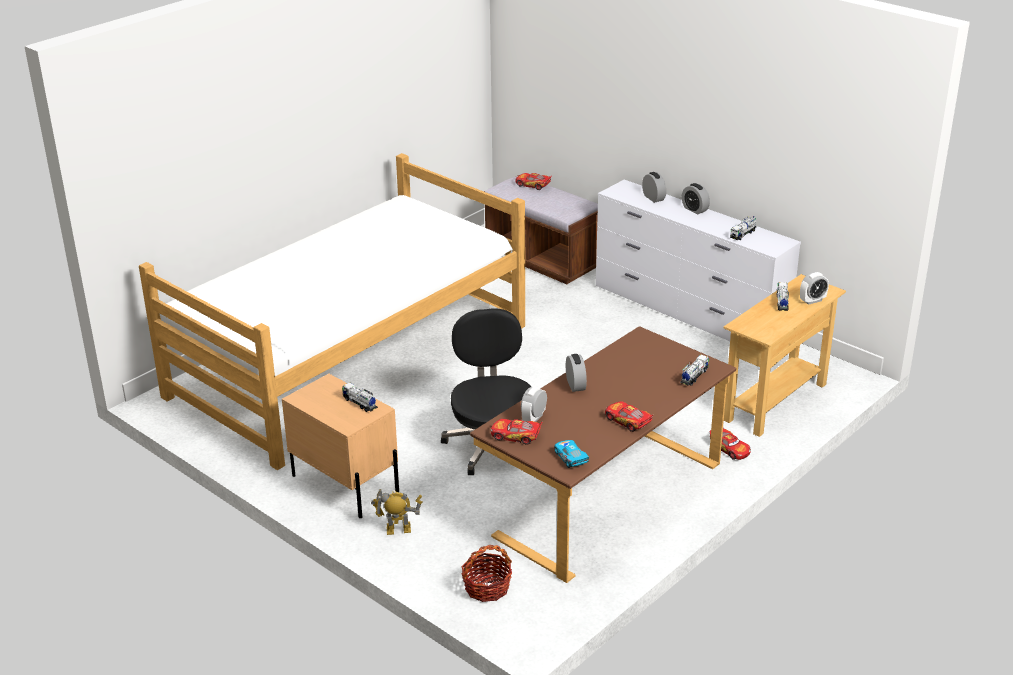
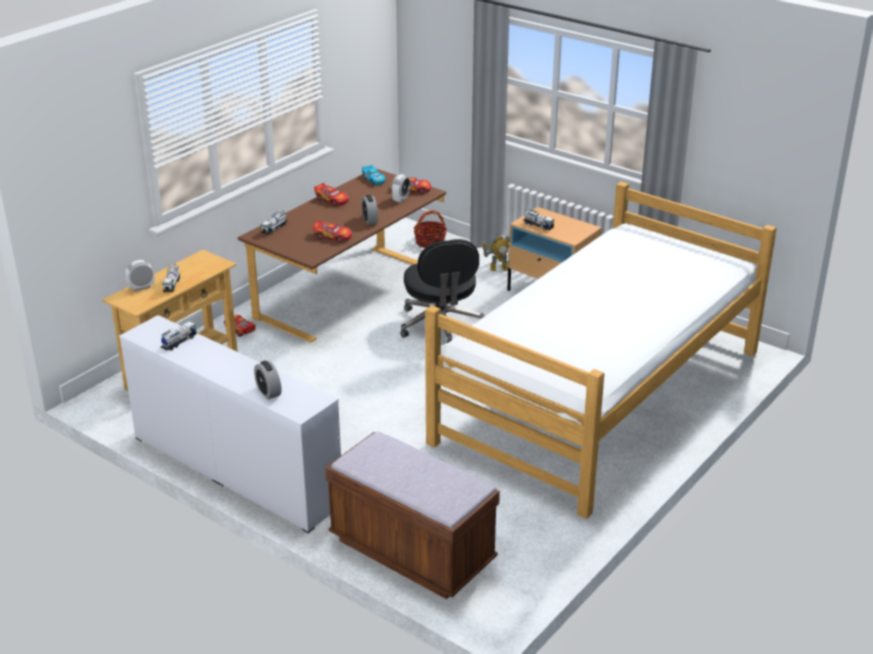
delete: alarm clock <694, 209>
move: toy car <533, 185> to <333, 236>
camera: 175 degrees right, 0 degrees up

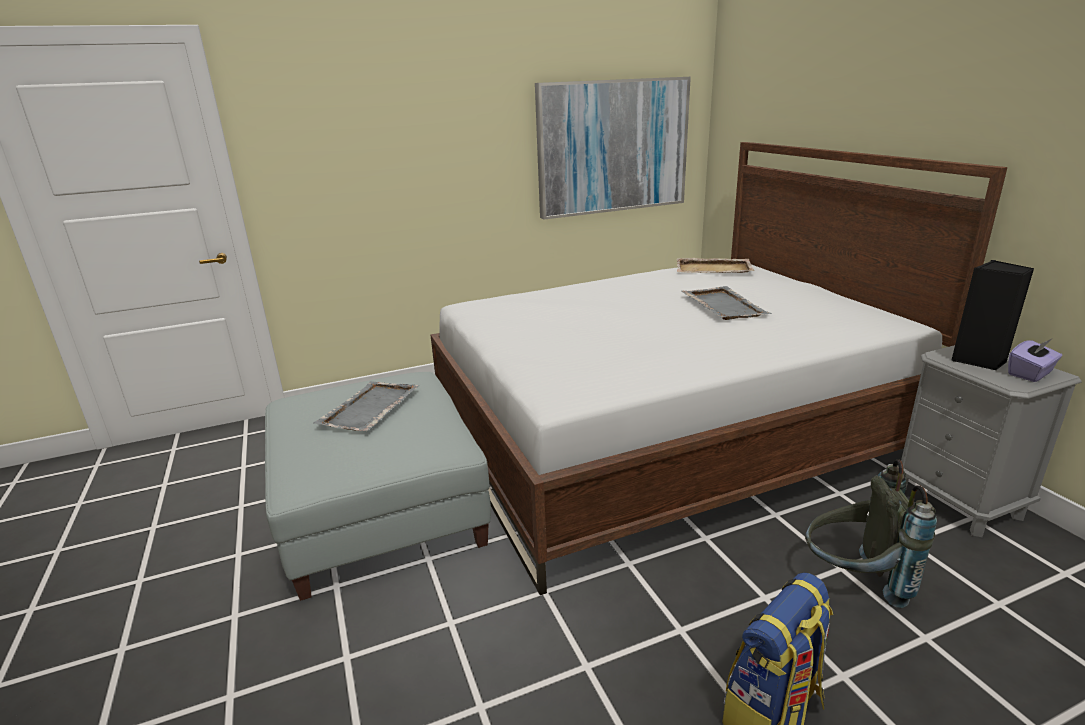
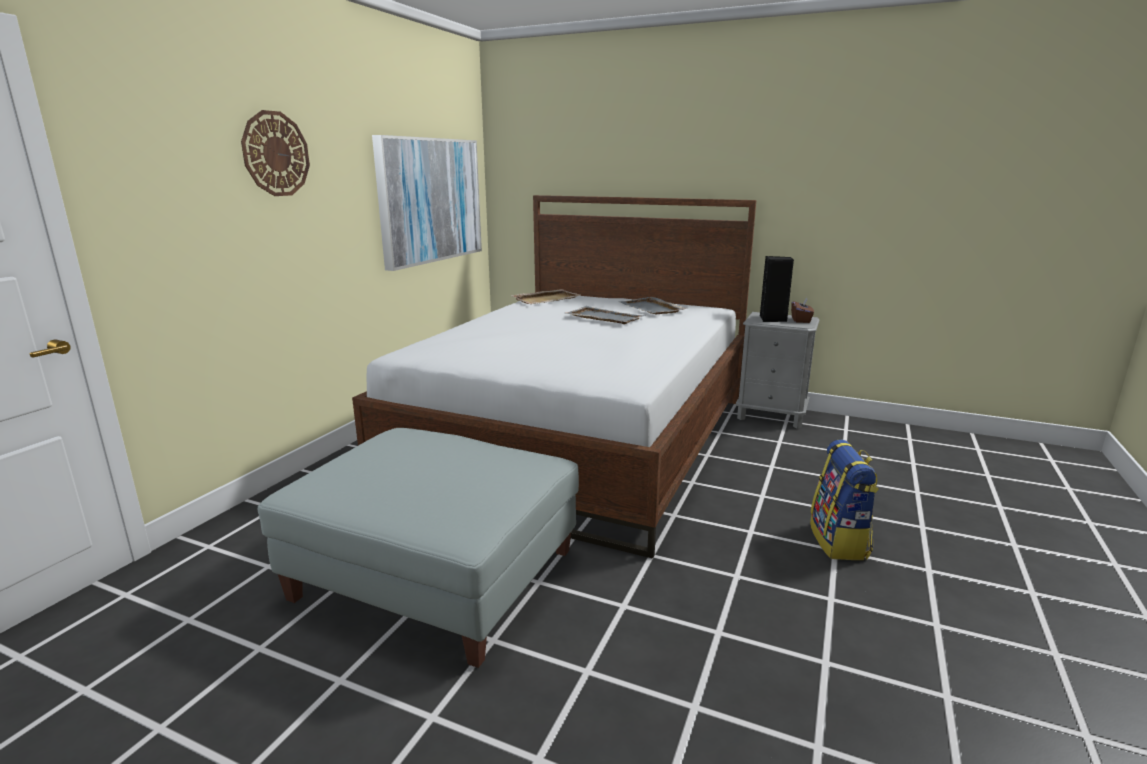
delete: grey backpack <853, 582>
insert: wall clock <276, 154>
move: grey tray <369, 409> to <652, 308>
recolor: purple tissue box <1030, 374> to brown tissue box <801, 320>
camera: 45 degrees left, 5 degrees down

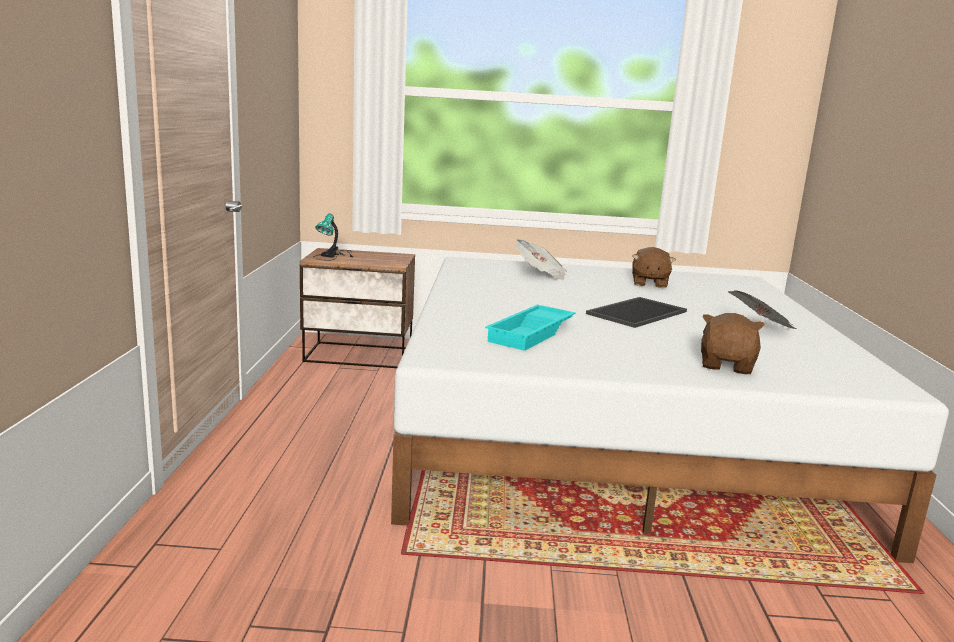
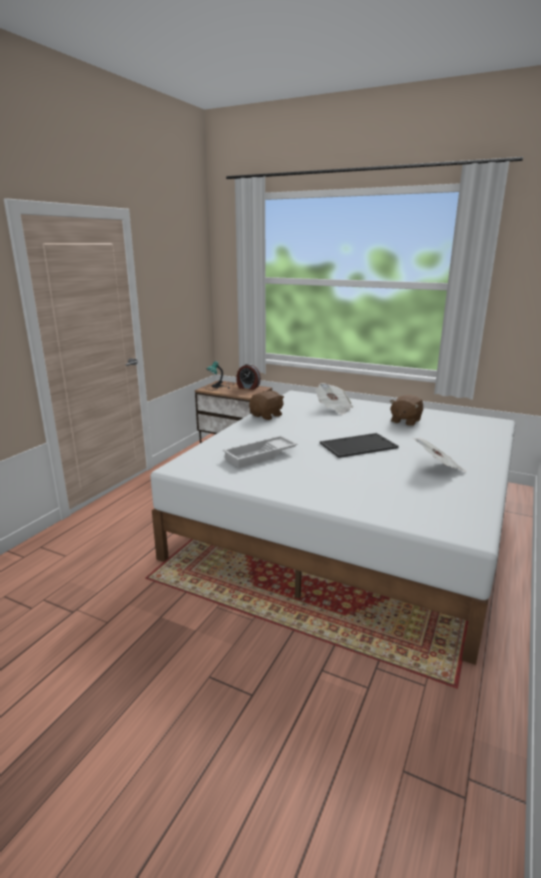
insert: alarm clock <248, 387>
move: brown plush toy <727, 365> to <267, 416>
recolor: turquoise tray <532, 334> to white tray <260, 456>
camera: 25 degrees right, 5 degrees up

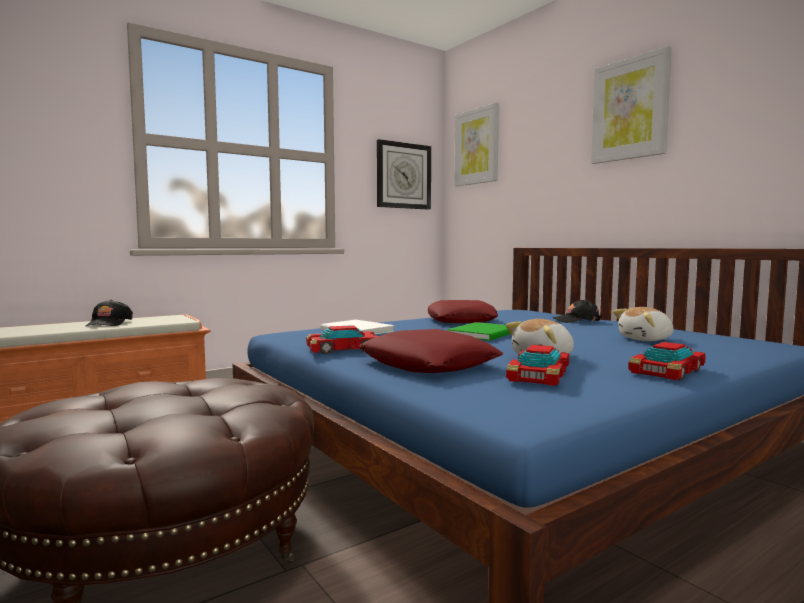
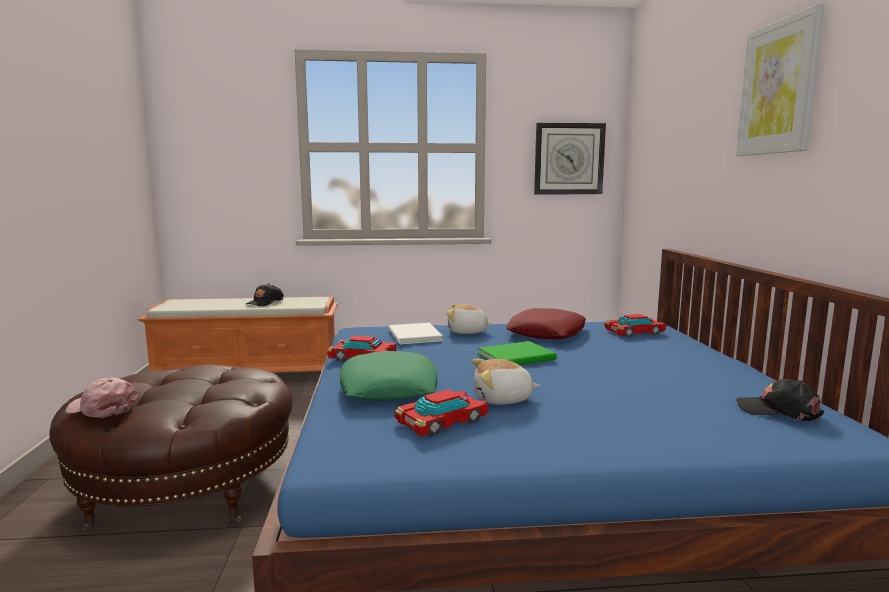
delete: picture <477, 146>
insert: pink cap <102, 408>
move: plush toy <646, 339> to <467, 332>; toy car <668, 371> to <635, 332>; black cap <577, 320> to <778, 411>
recolor: red pillow <428, 364> to green pillow <389, 387>
camera: 30 degrees right, 5 degrees up

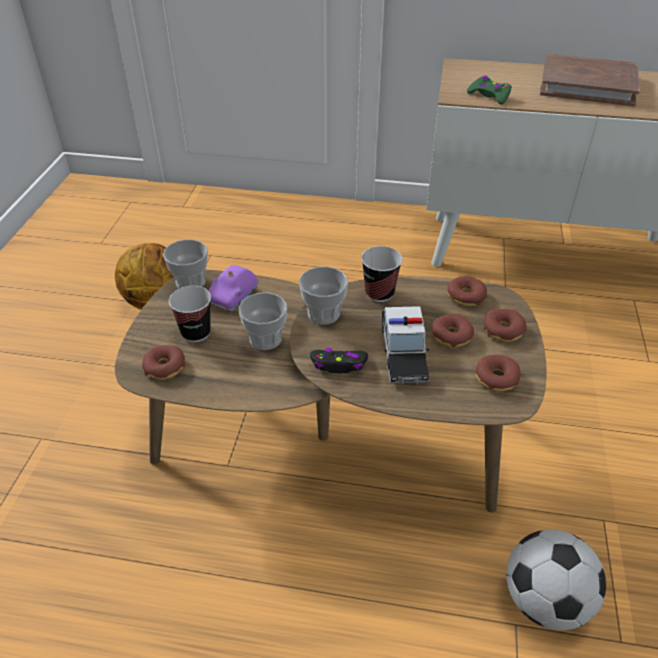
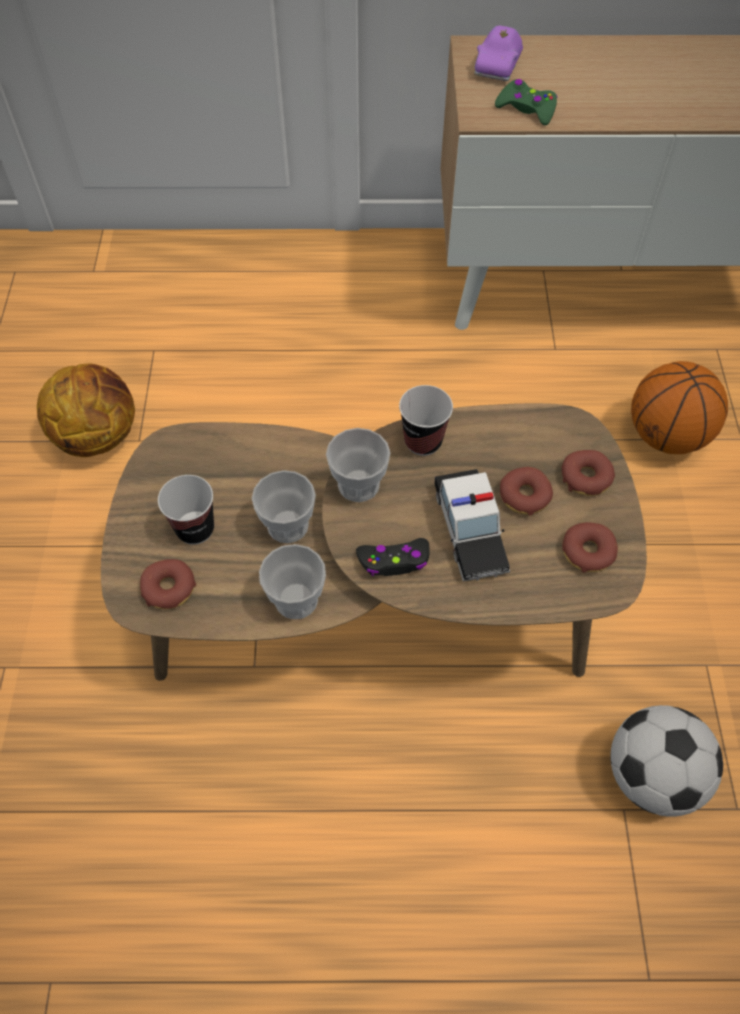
delete: donut <466, 296>; brown book <587, 85>
insert: basketball <666, 436>
move: cup <190, 282> to <296, 599>; purple toy car <234, 297> to <498, 67>
camera: 10 degrees left, 15 degrees up

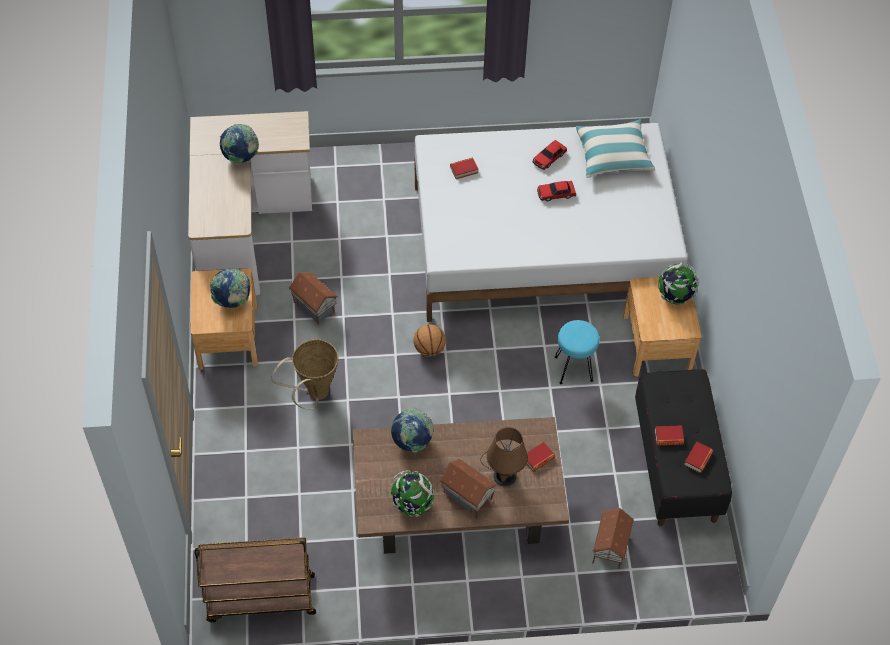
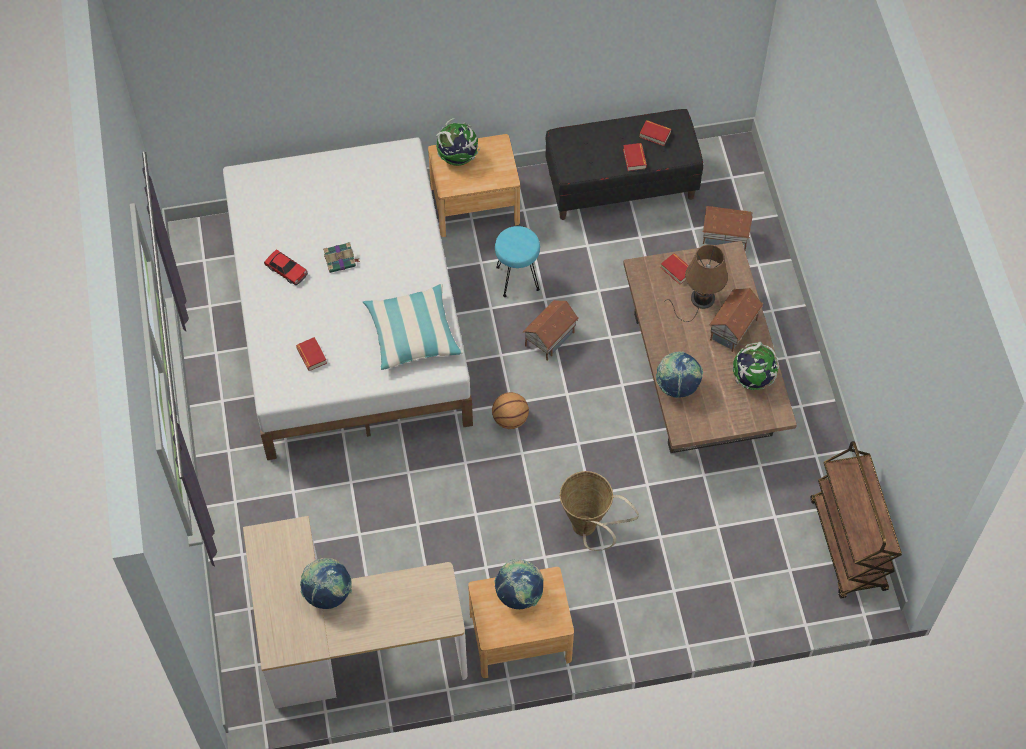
move: pillow <613, 155> to <413, 334>; toy house <315, 306> to <549, 339>
replace: toy car <556, 194> to book <341, 260>
camera: 95 degrees left, 5 degrees up

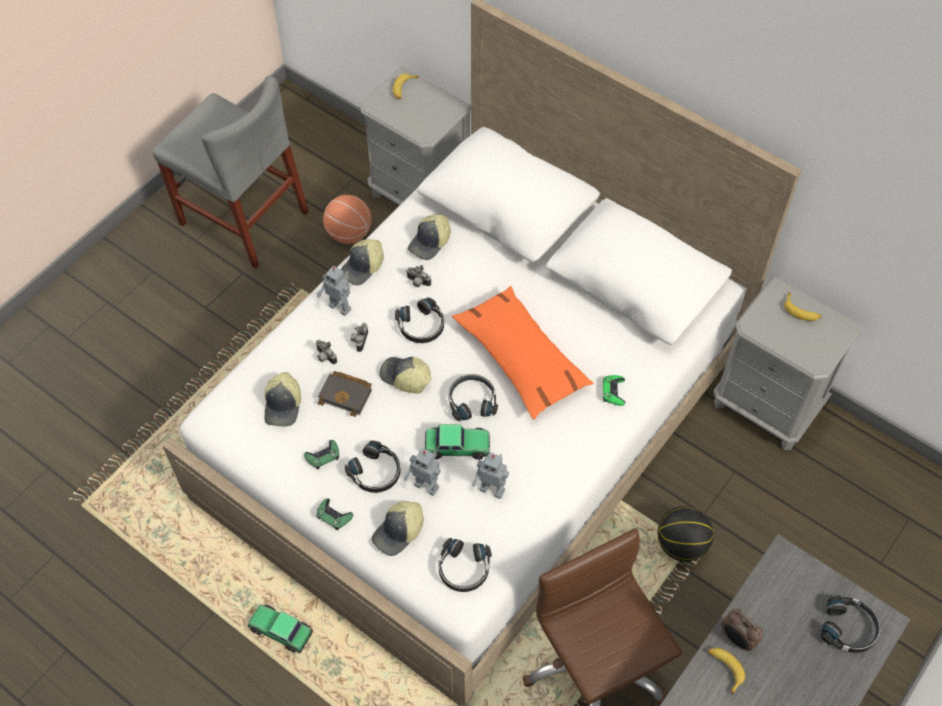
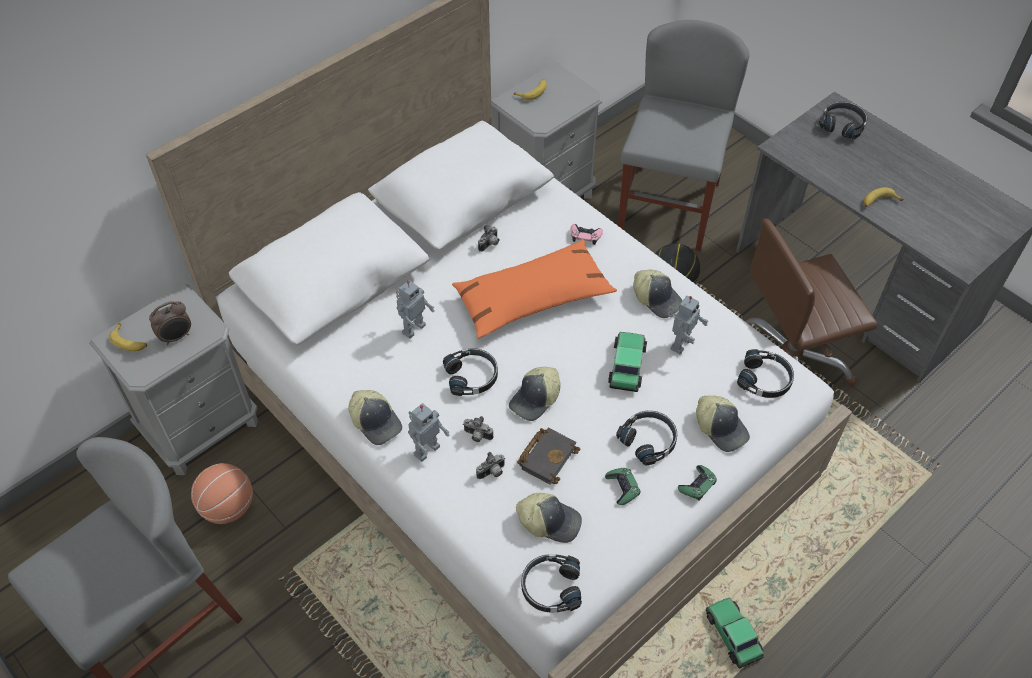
insert: grey chair <668, 208>
move: alarm clock <737, 639> to <177, 337>; toy robot <427, 485> to <413, 328>; photo camera <417, 282> to <490, 245>; black headphones <472, 400> to <550, 587>; cap <430, 242> to <657, 299>
recolor: green game controller <613, 392> to pink game controller <585, 236>
rotate: toy car <280, 630> = <733, 634> 120 degrees clockwise
camera: 80 degrees left, 5 degrees down

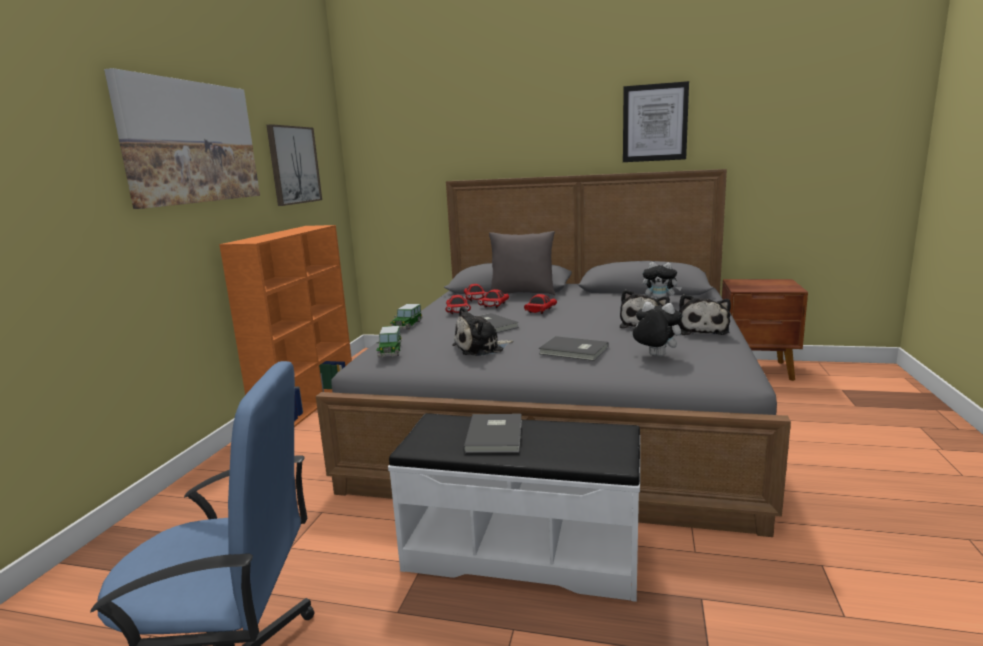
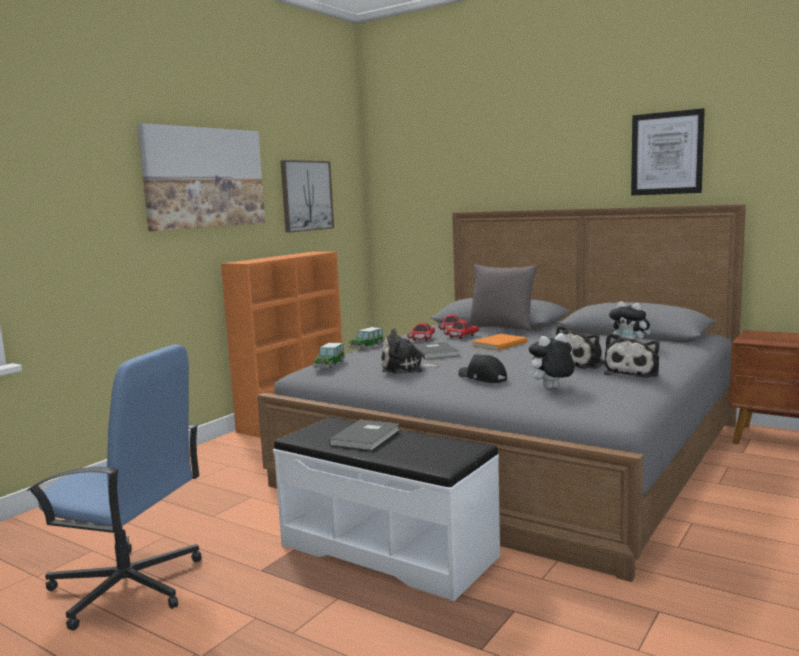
replace: grey book <574, 351> to black cap <482, 378>; red toy car <540, 311> to orange book <497, 344>
rotate: plush toy <654, 356> = <551, 389> 75 degrees counterclockwise
camera: 20 degrees right, 5 degrees down

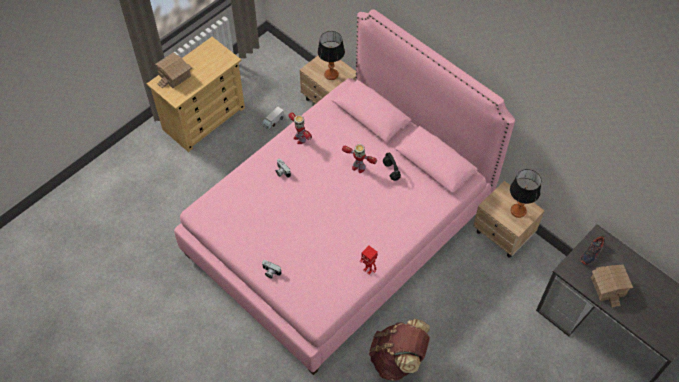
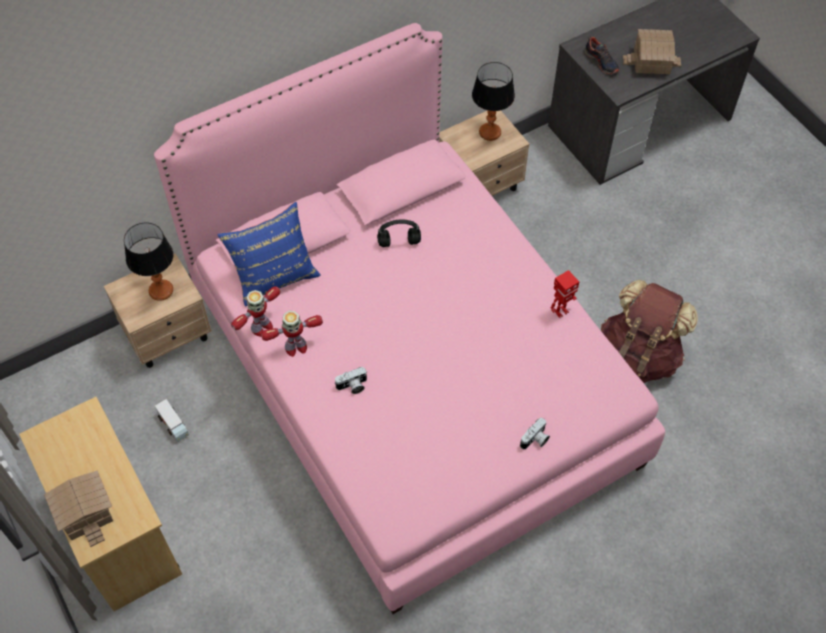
insert: blue pillow <274, 275>
move: toy robot <358, 167> to <261, 327>
camera: 75 degrees left, 0 degrees up

